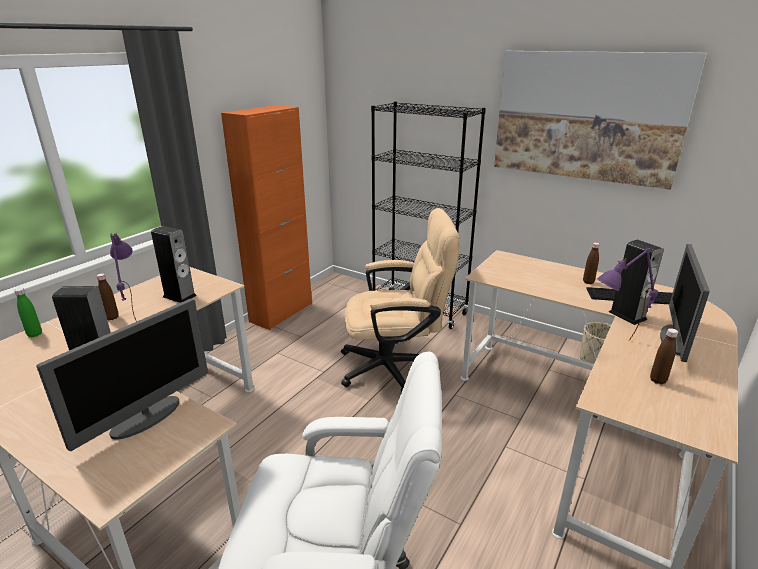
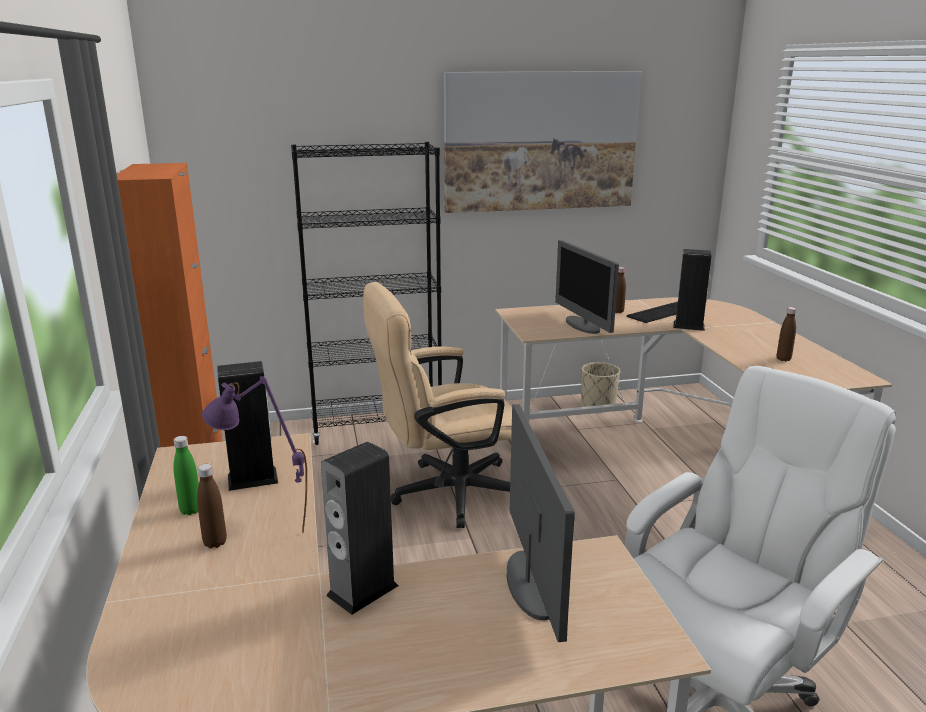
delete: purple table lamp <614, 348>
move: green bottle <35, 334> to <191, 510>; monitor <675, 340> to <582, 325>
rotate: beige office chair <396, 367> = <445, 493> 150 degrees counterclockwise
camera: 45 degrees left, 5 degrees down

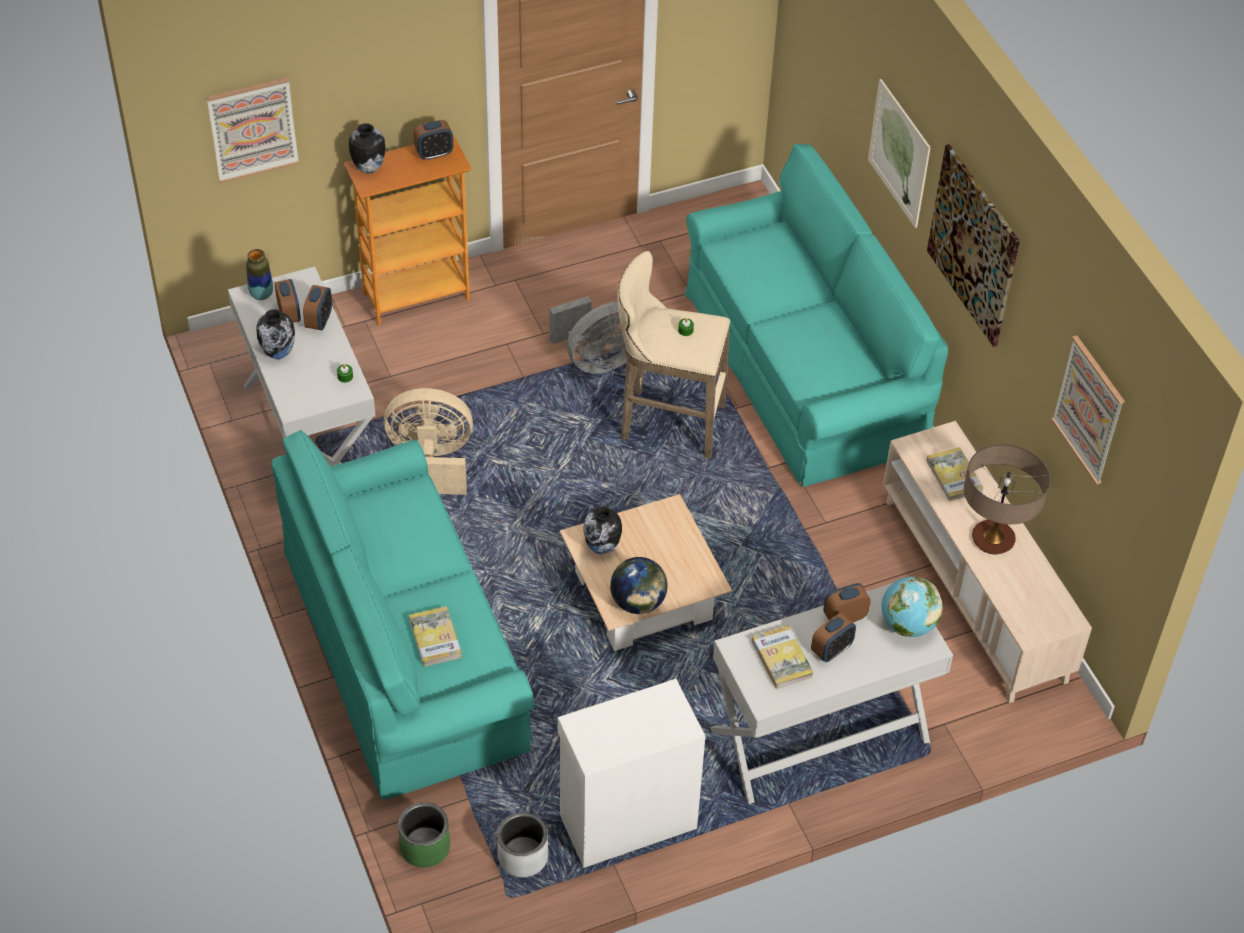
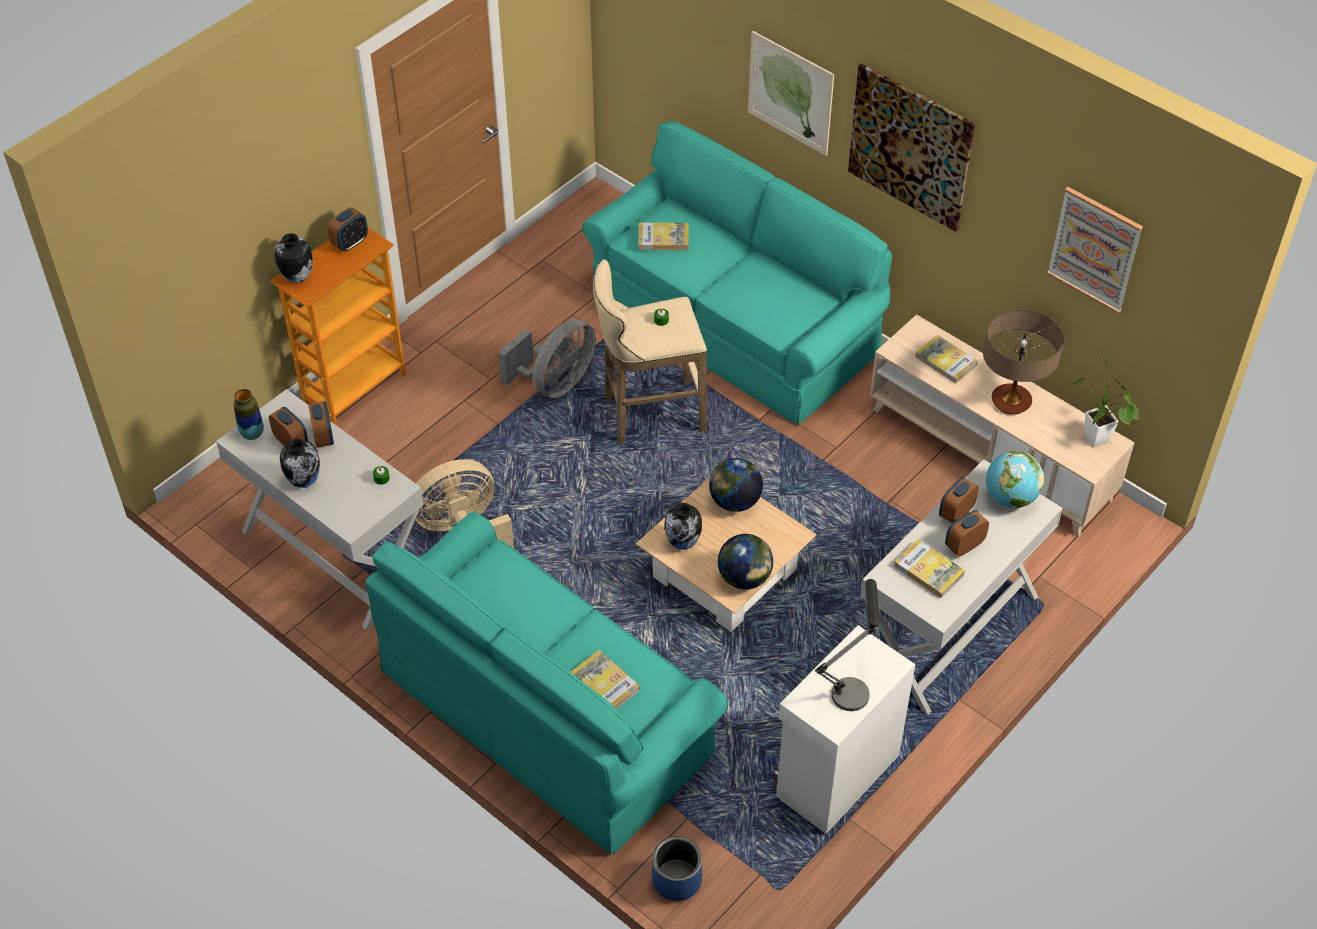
delete: picture <253, 129>; grey planter <522, 857>
insert: book <663, 238>; globe <735, 501>; table lamp <851, 685>; potted plant <1098, 443>
recolor: green planter <424, 846> to blue planter <676, 879>
rotate: alarm clock <831, 650> = <964, 545> 150 degrees counterclockwise
camera: 25 degrees left, 0 degrees up

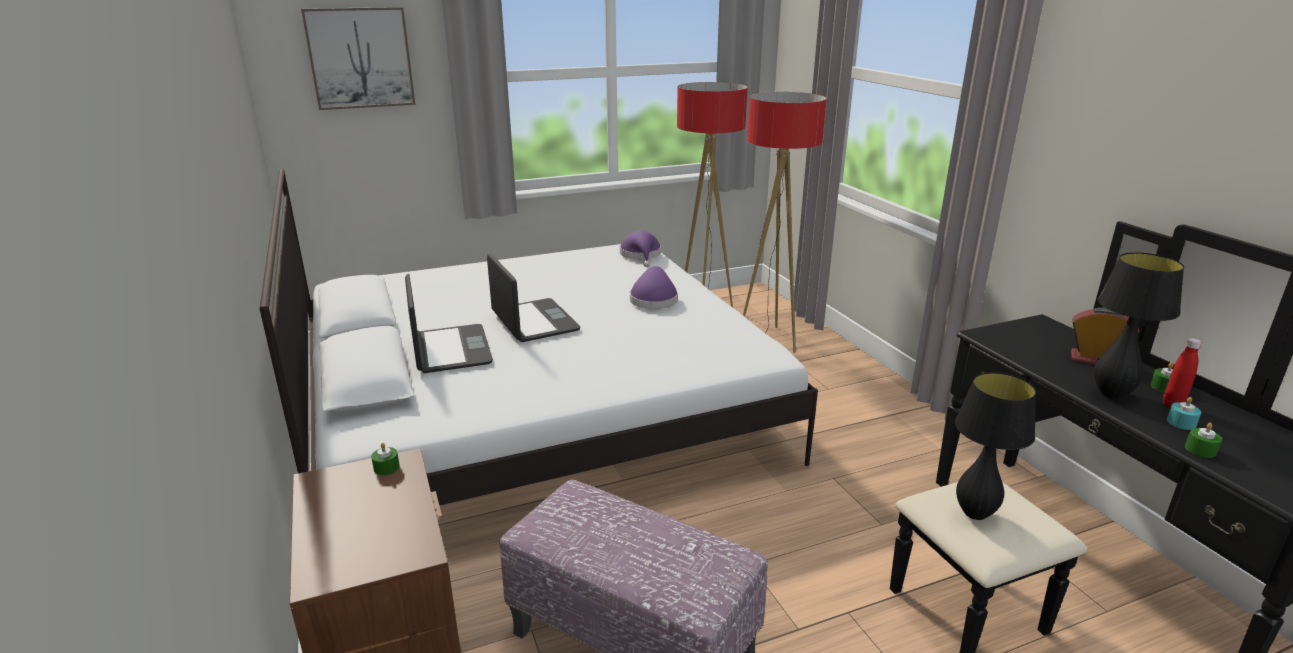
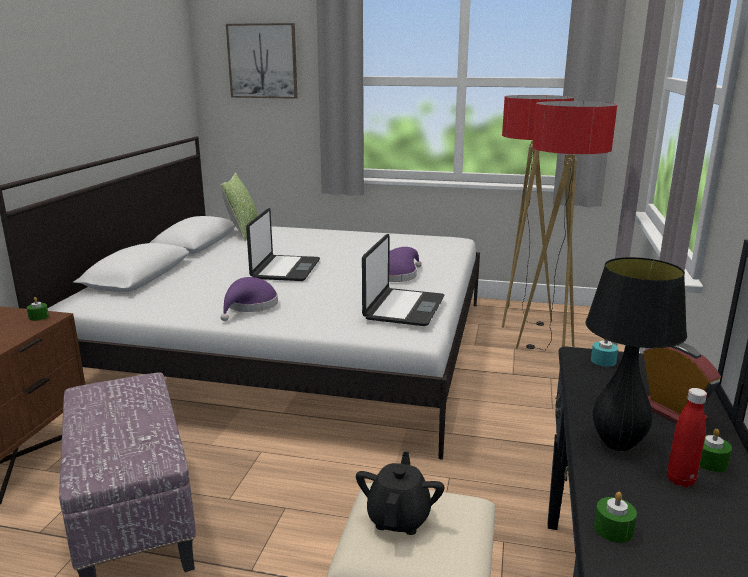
insert: pillow <243, 232>
move: purple hat <641, 255> to <250, 306>; laptop <450, 350> to <403, 308>; turquoise candle <1181, 423> to <603, 361>
replace: black table lamp <974, 513> to black teapot <399, 518>
camera: 35 degrees right, 5 degrees down

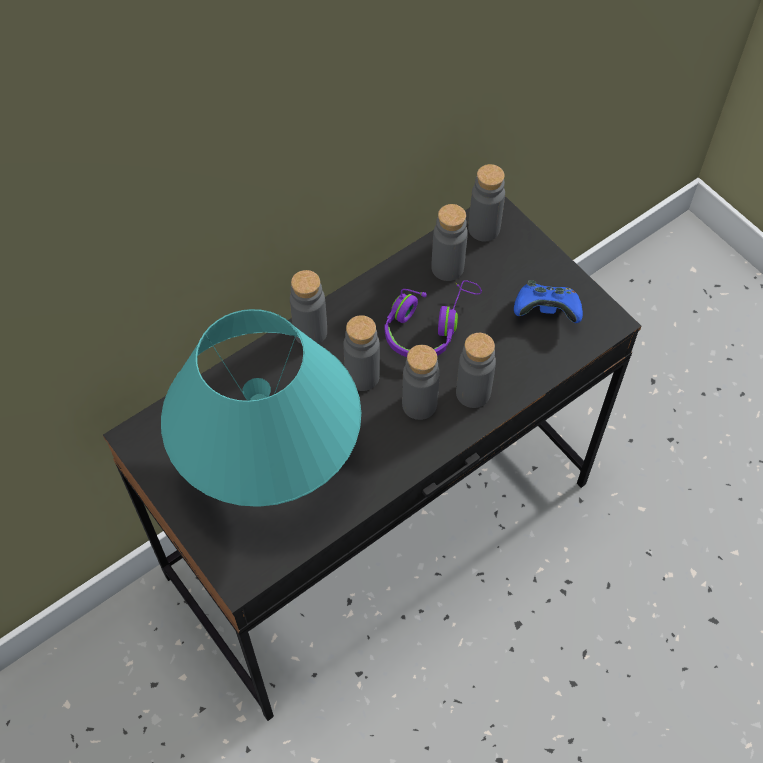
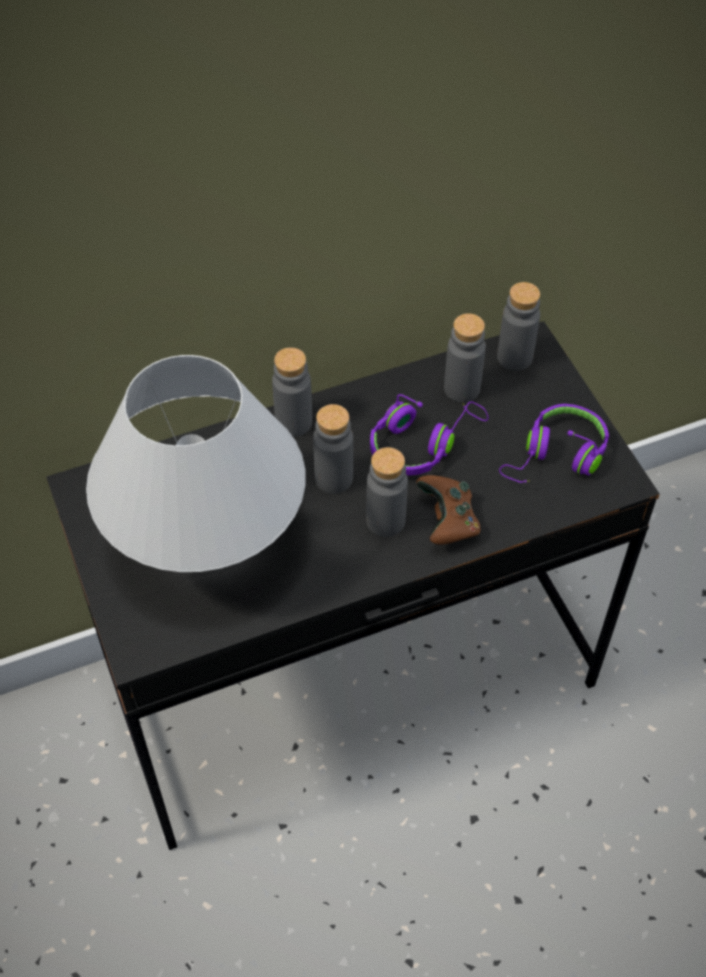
replace: grey bottle <473, 393> to brown game controller <448, 522>; blue game controller <546, 312> to purple headphones <556, 456>
recolor: turquoise table lamp <270, 464> to white table lamp <207, 545>
camera: 15 degrees right, 5 degrees down

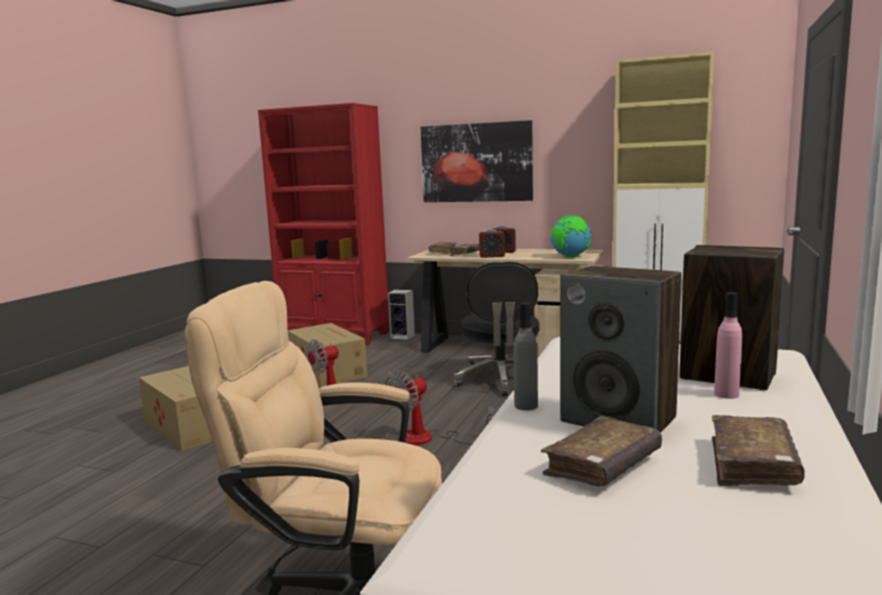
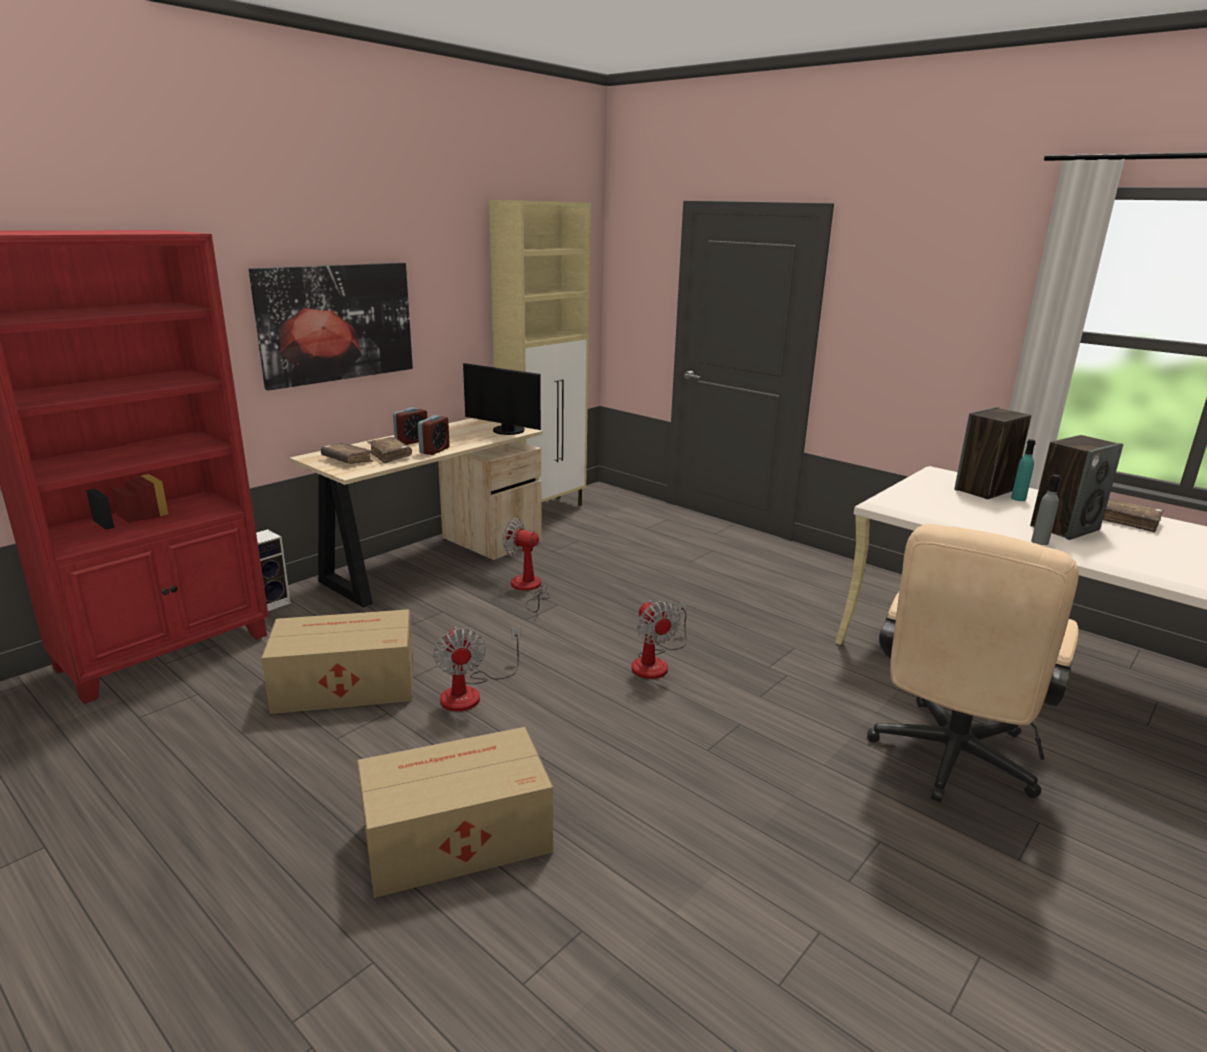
delete: brown book <602, 466>
replace: globe <570, 257> to monitor <506, 431>; black office chair <501, 380> to fan <528, 589>
recolor: pink bottle <726, 394> to turquoise bottle <1018, 499>
camera: 70 degrees left, 10 degrees up

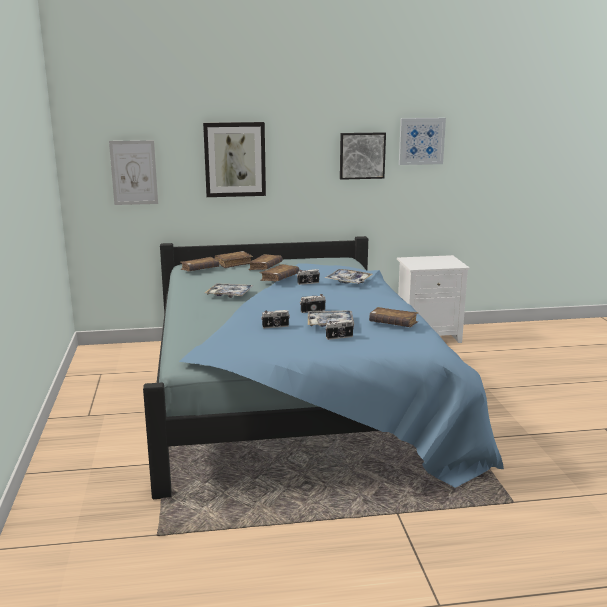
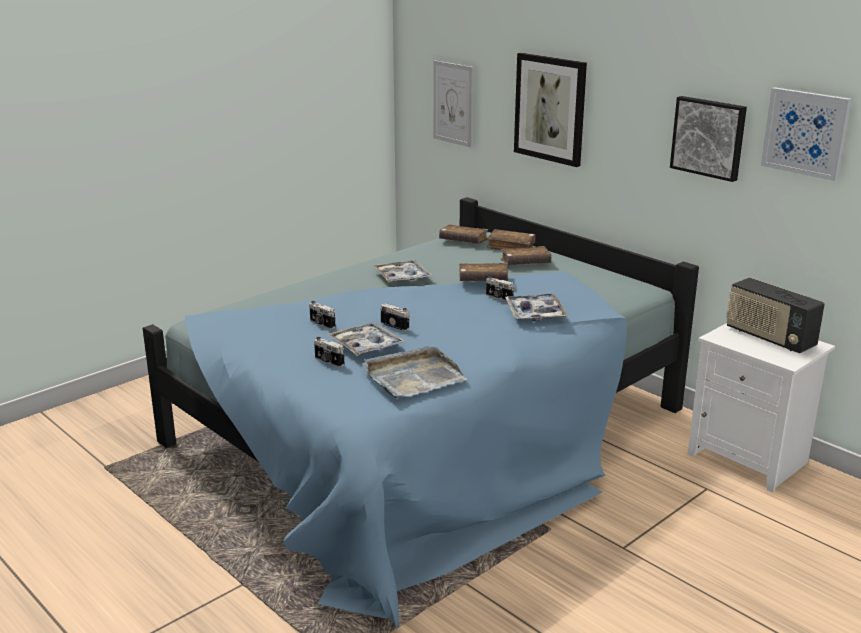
insert: radio <769, 338>
replace: brown book <393, 323> to grey tray <413, 377>
camera: 55 degrees right, 5 degrees up

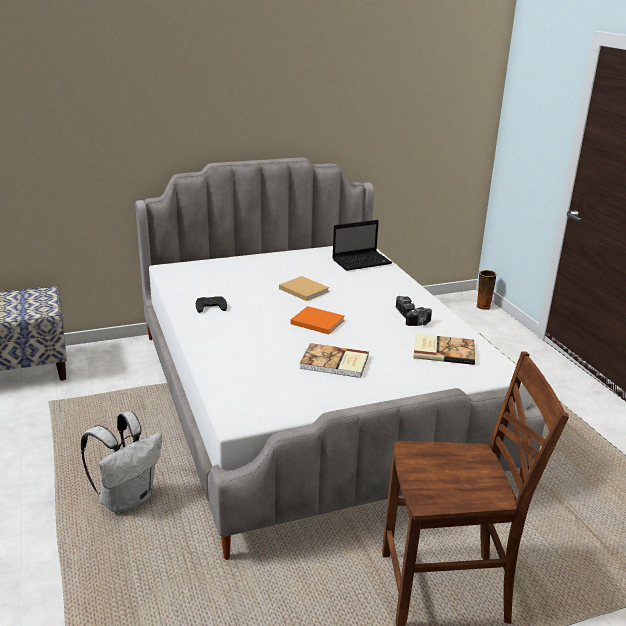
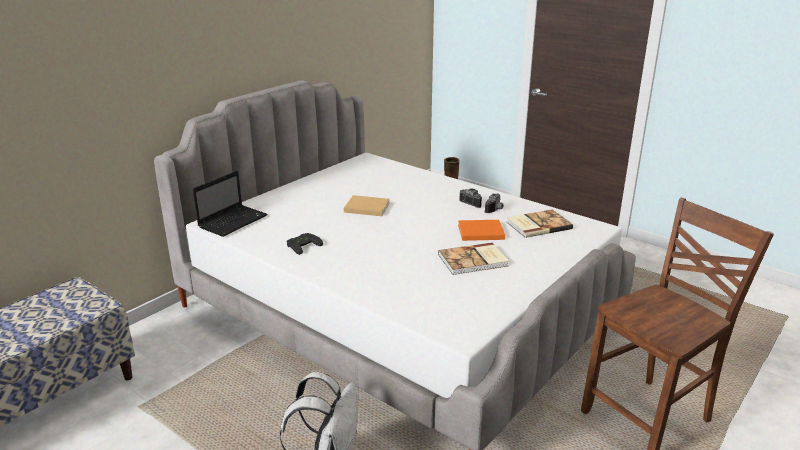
move: laptop <362, 261> to <233, 221>; orange book <316, 321> to <479, 232>
camera: 30 degrees left, 0 degrees up

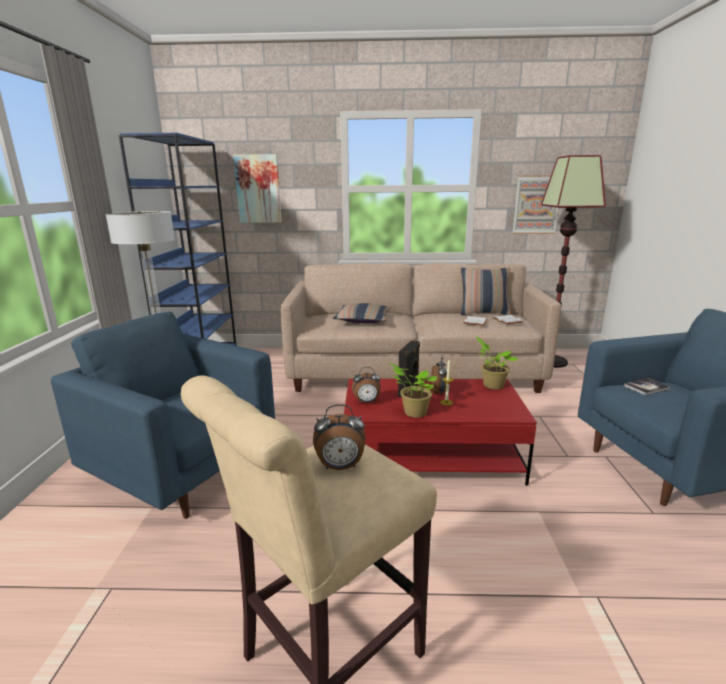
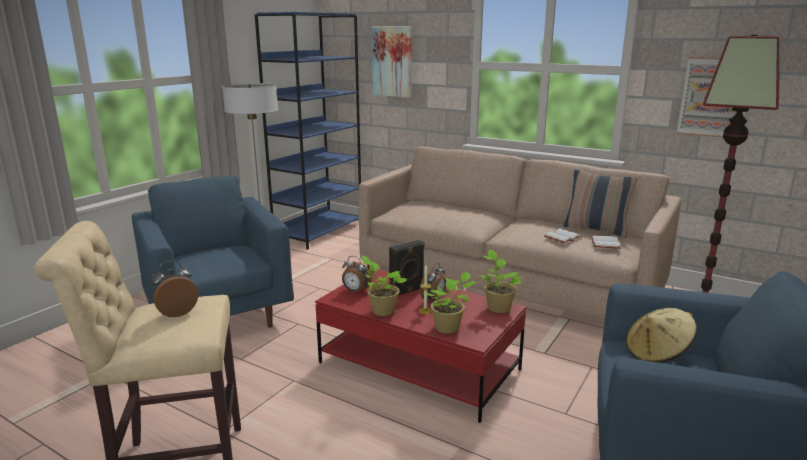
delete: pillow <363, 320>
insert: potted plant <449, 328>
replace: book <646, 387> to beige hat <657, 354>
rotate: alarm clock <340, 467> = <176, 312> 120 degrees clockwise
camera: 30 degrees right, 0 degrees up

